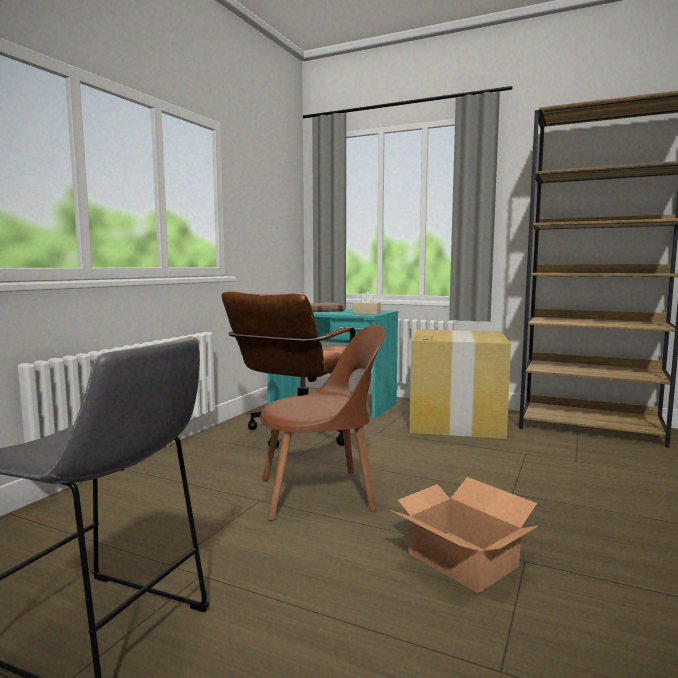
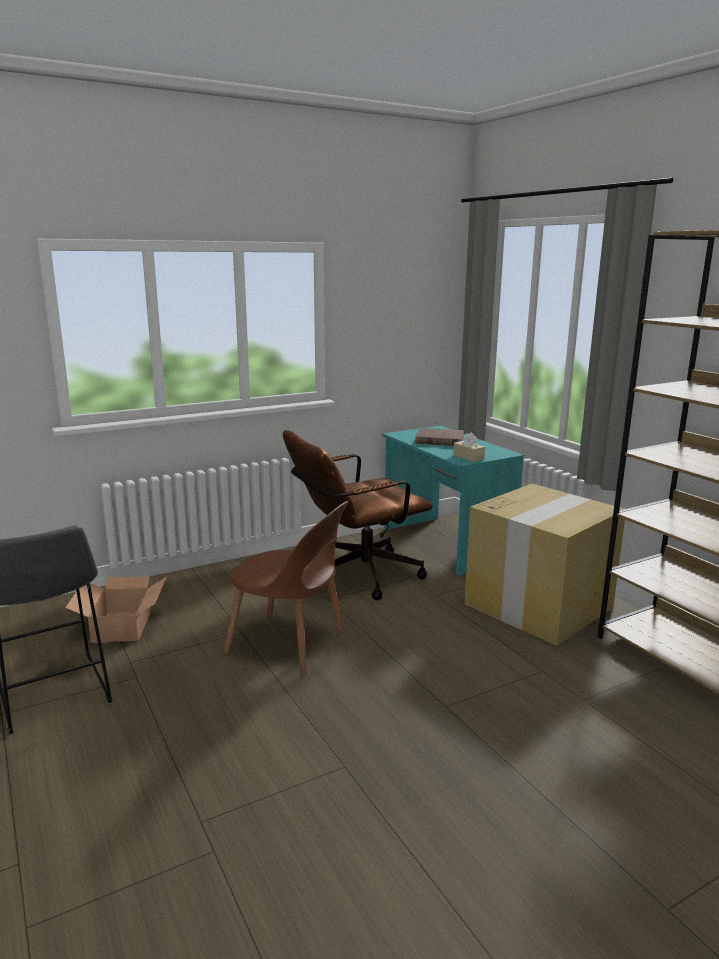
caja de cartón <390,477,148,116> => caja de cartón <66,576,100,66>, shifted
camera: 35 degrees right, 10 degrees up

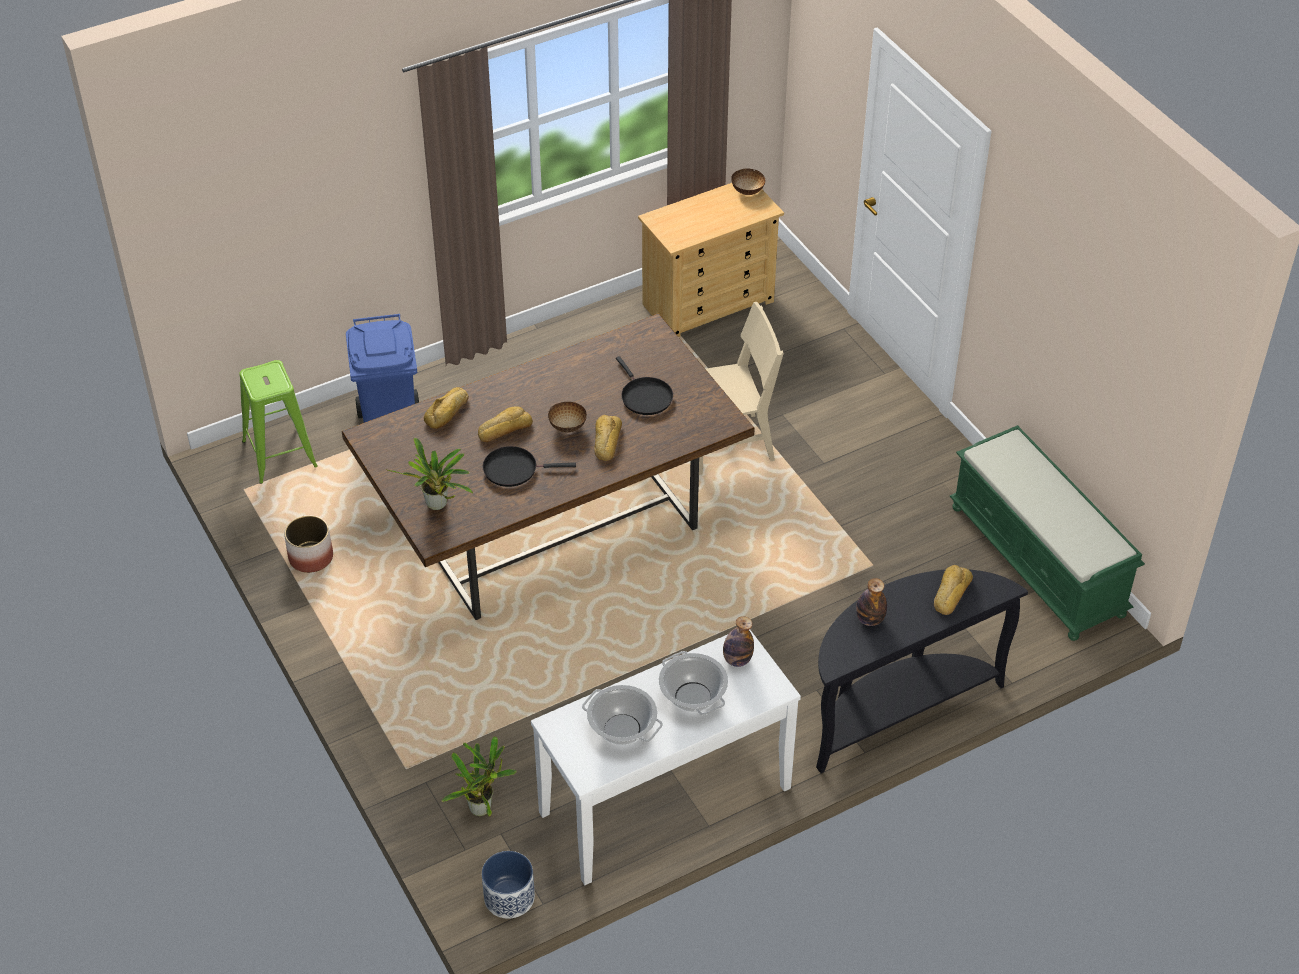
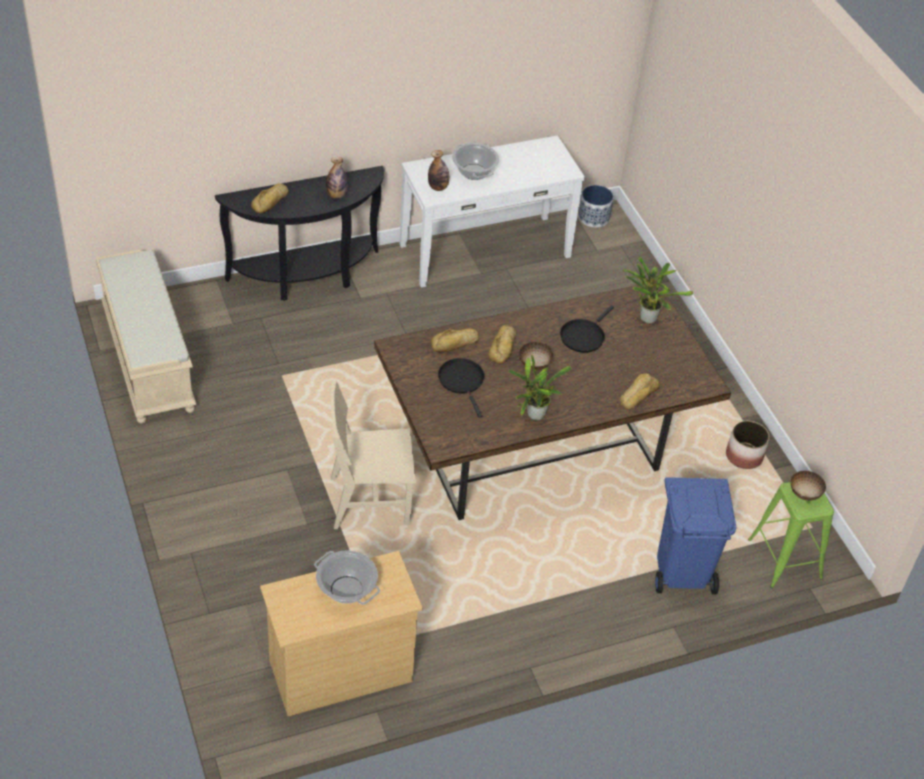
banco [verde] <950,425,195,216> => banco [beis] <95,249,101,175>
olla <582,685,81,60> => olla <314,550,66,55>, shifted
pan <478,407,55,35> => pan <431,328,48,24>, shifted
planta en maceta <442,736,75,81> => planta en maceta <508,355,64,65>, shifted
sartén [negro] <483,446,93,41> => sartén [negro] <560,305,54,48>, 120 degrees clockwise
cuenco <731,168,34,27> => cuenco <791,471,35,30>, shifted
camera: 175 degrees left, 0 degrees up

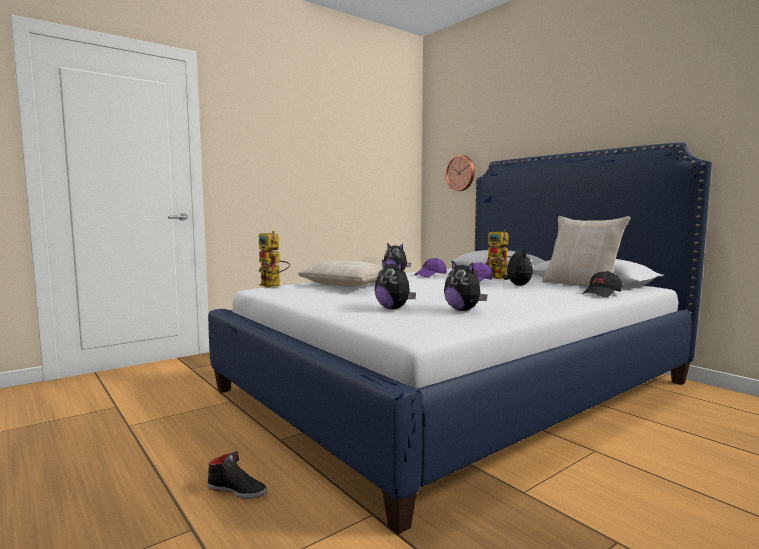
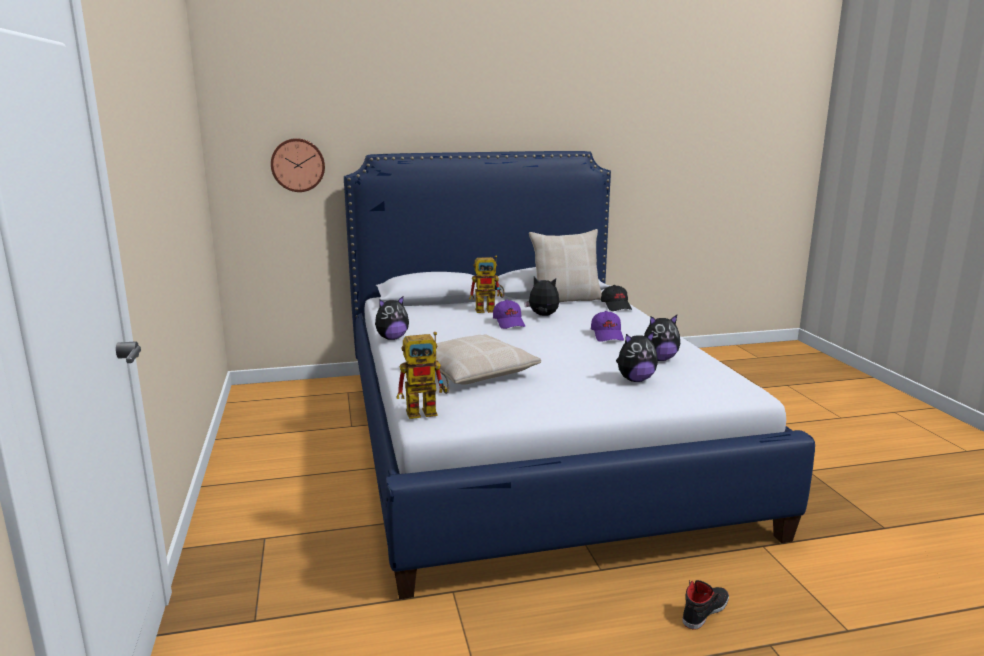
gorra [morado] <414,258,33,19> => gorra [morado] <591,311,33,31>, shifted
camera: 65 degrees left, 10 degrees up

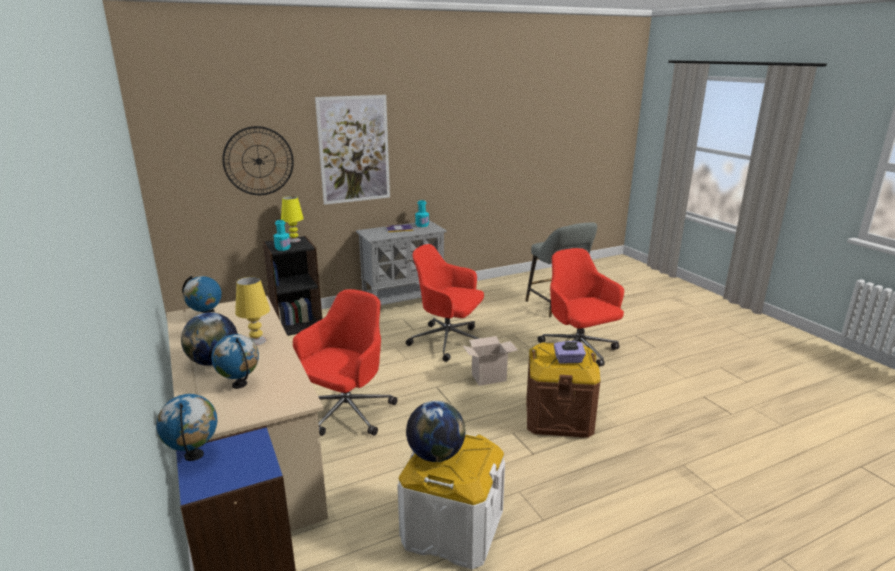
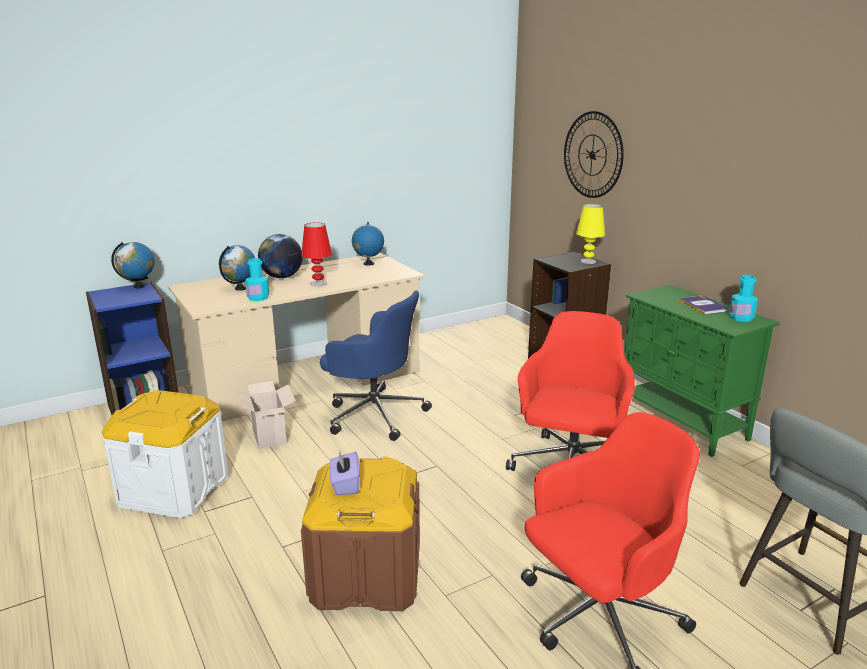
caja de cartón <463,336,55,50> => caja de cartón <237,381,59,68>, shifted
botella [turquesa] <274,220,17,31> => botella [turquesa] <245,258,24,43>, shifted
lámpara de mesa [amarillo] <235,277,35,68> => lámpara de mesa [rojo] <301,222,31,65>
silla de oficina [rojo] <293,289,105,147> => silla de oficina [azul] <320,291,112,150>
armario [gris] <356,221,91,84> => armario [verde] <624,285,156,172>
cuadro <315,95,75,110> => nothing
globo terráqueo <406,401,60,61> => nothing
camera: 85 degrees right, 0 degrees up

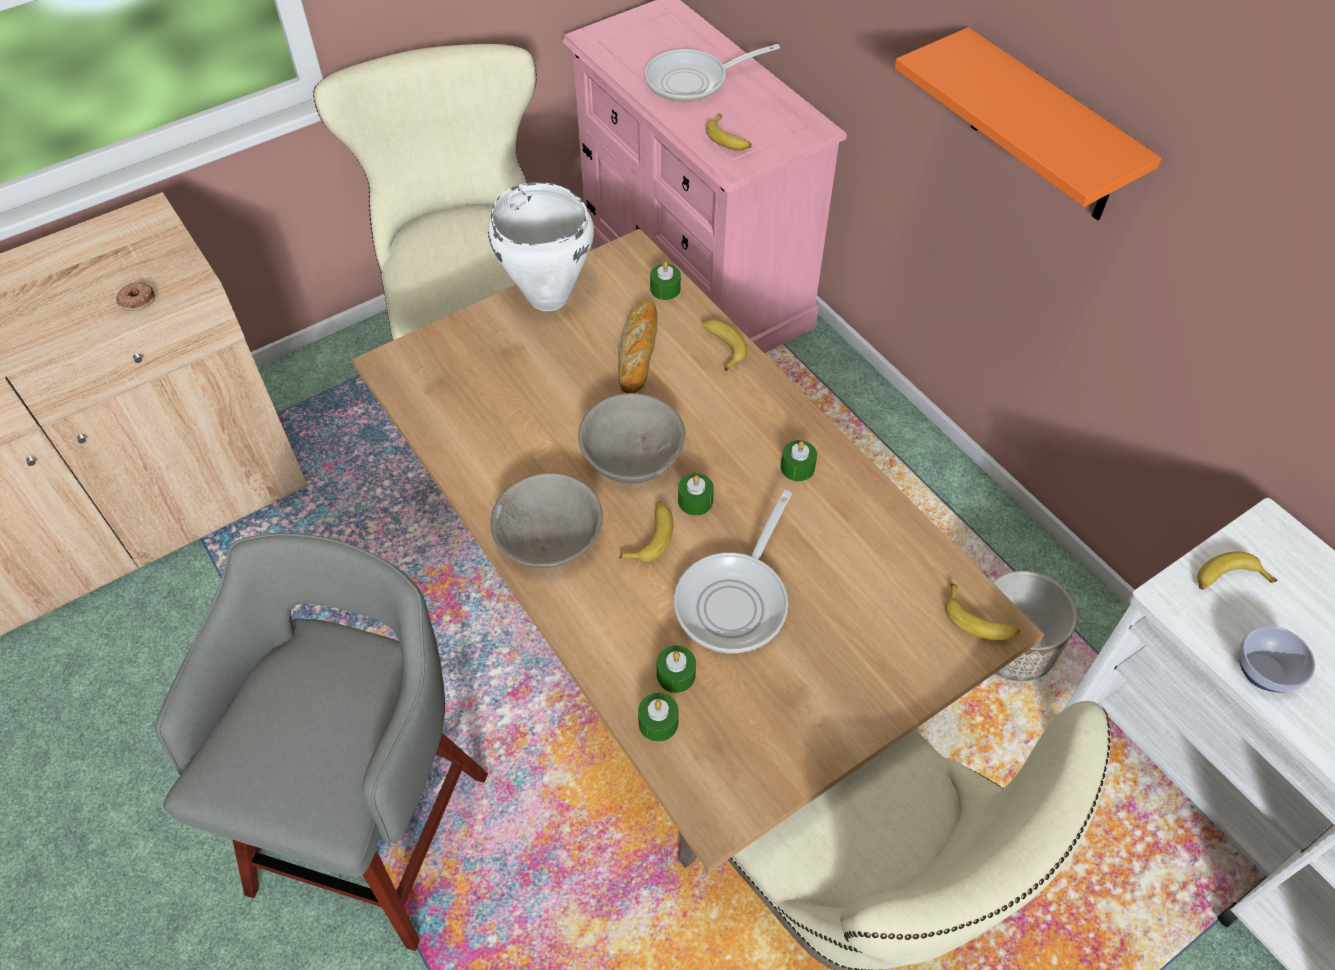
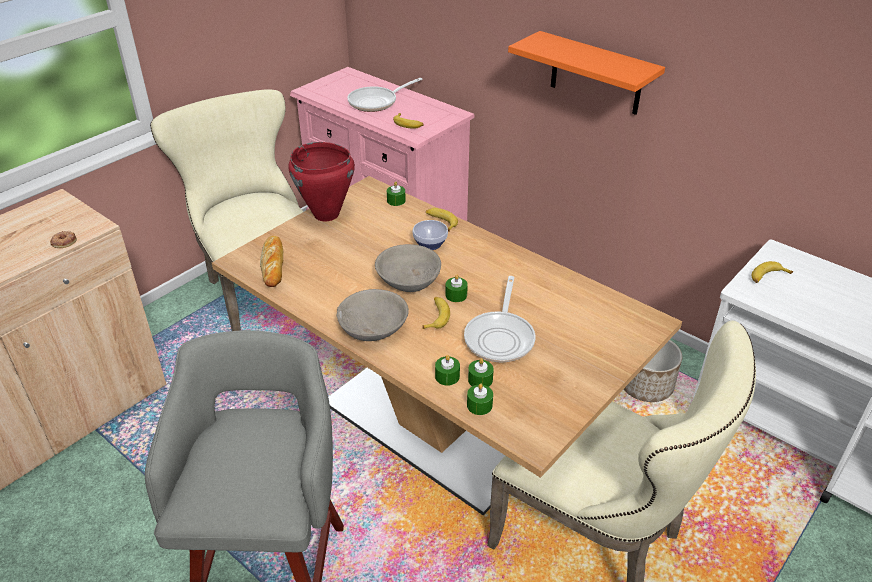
pan <618,299,39,94> => pan <260,236,23,51>, shifted
olla [blanco] <488,182,106,129> => olla [rojo] <289,142,66,79>
cuenco <1238,625,77,67> => cuenco <412,220,36,30>, shifted
vela [verde] <781,440,36,41> => vela [verde] <435,355,25,31>, shifted
plátano <945,583,75,58> => nothing
camera: 15 degrees left, 15 degrees down

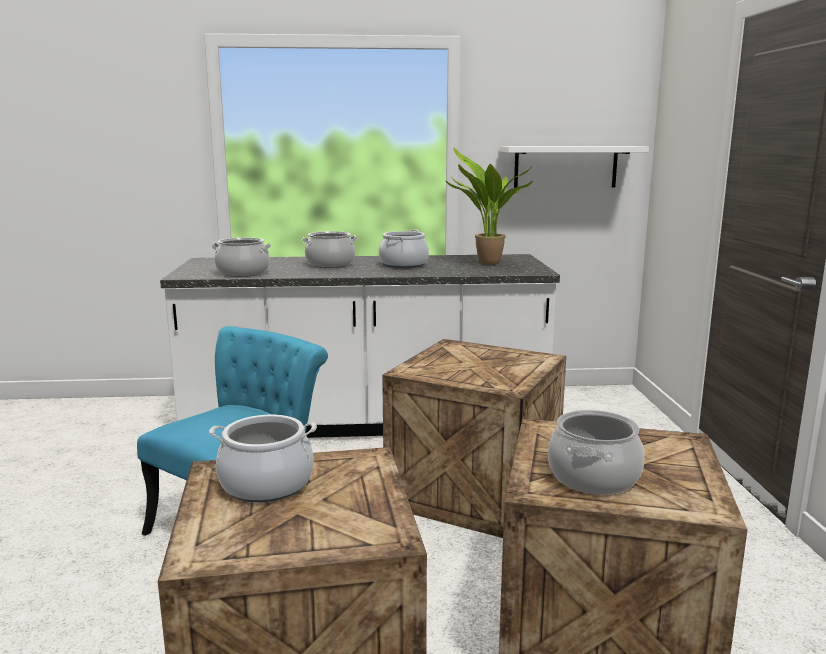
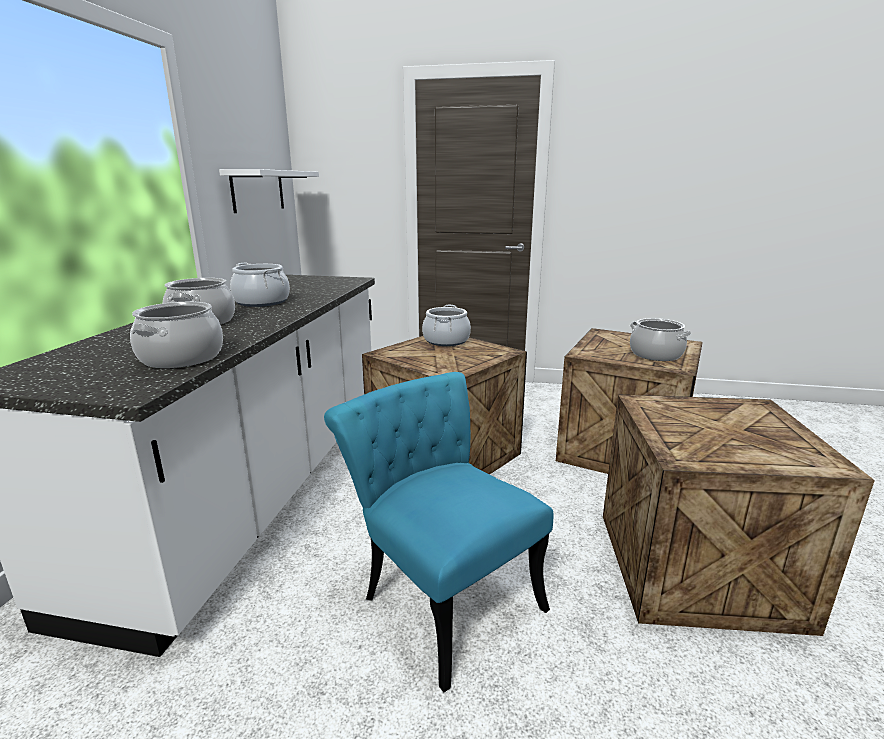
olla <209,415,108,87> => olla <422,305,49,41>, shifted
planta en maceta <446,148,87,117> => nothing
camera: 75 degrees left, 5 degrees up

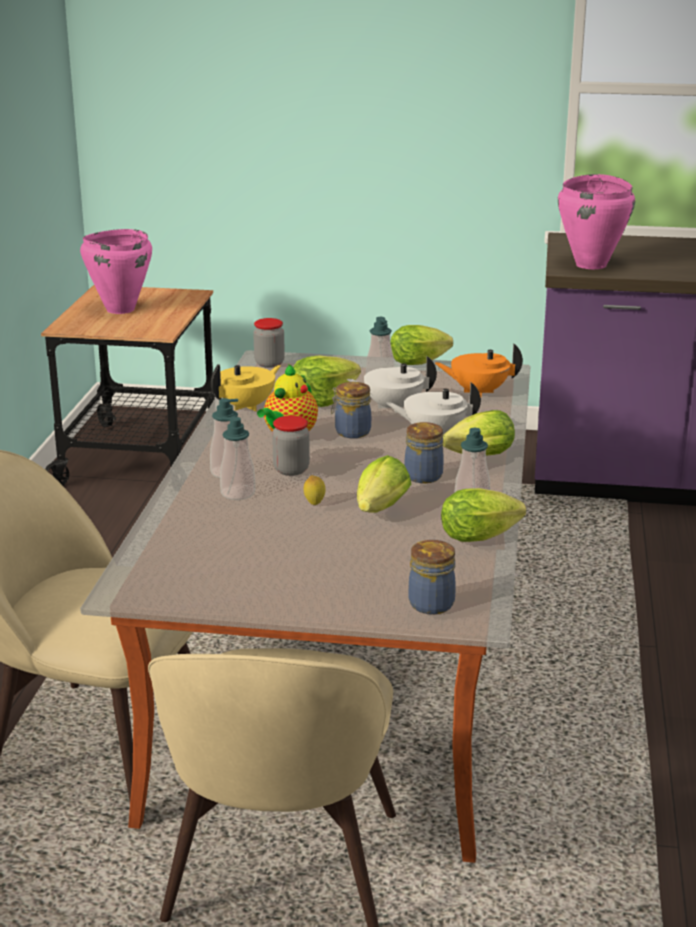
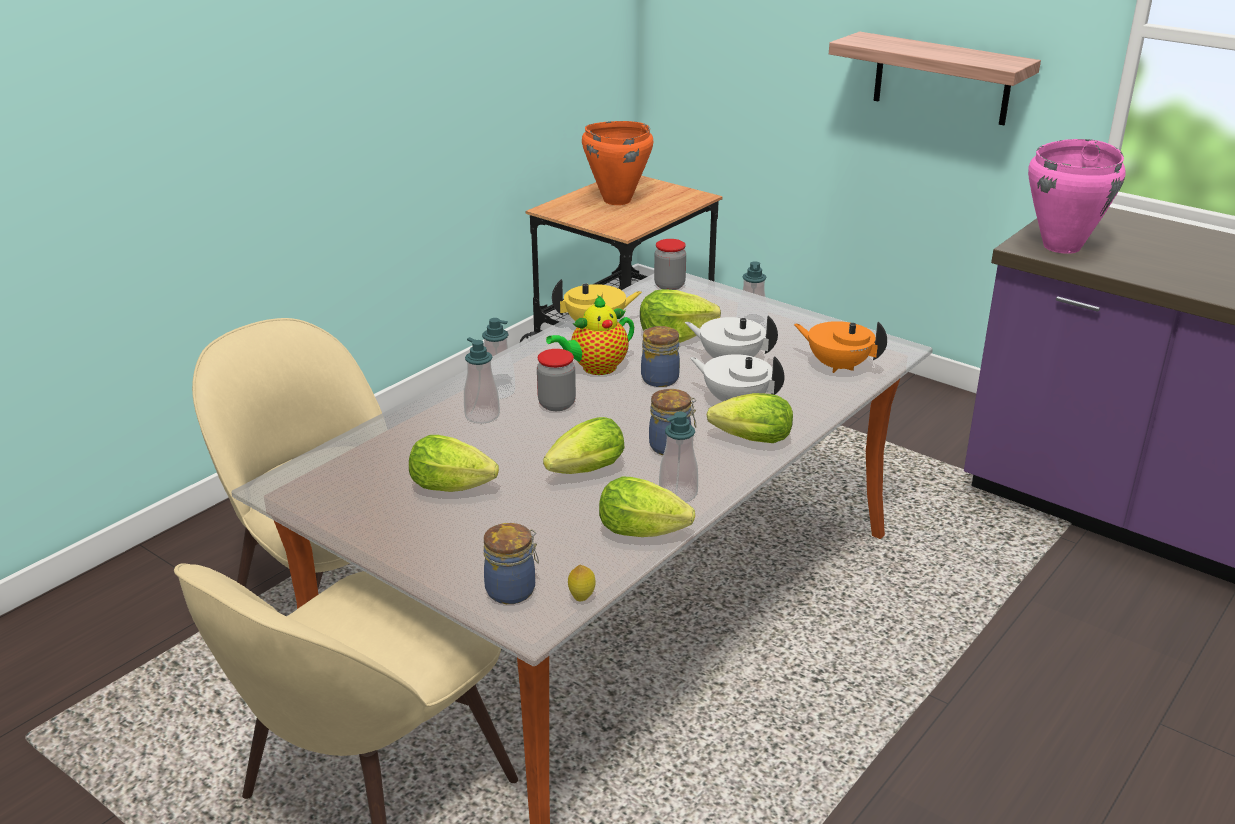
lechuga <390,325,63,40> => lechuga <409,435,90,57>, shifted
limón <304,475,22,30> => limón <568,565,28,36>, shifted
olla [rosa] <80,229,72,85> => olla [naranja] <582,121,71,84>
nothing => estante <829,32,212,93>
camera: 30 degrees right, 5 degrees up

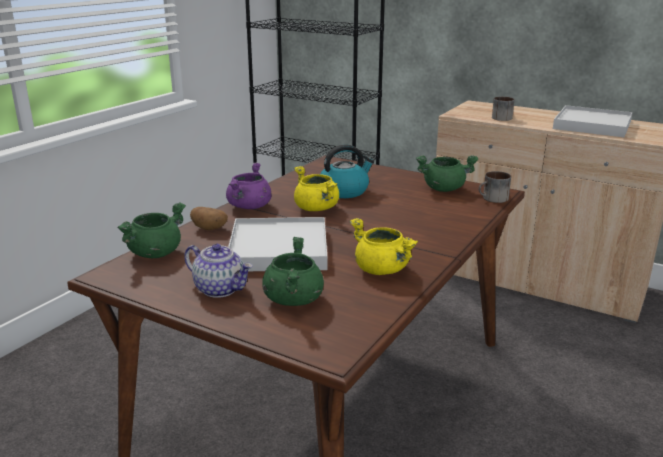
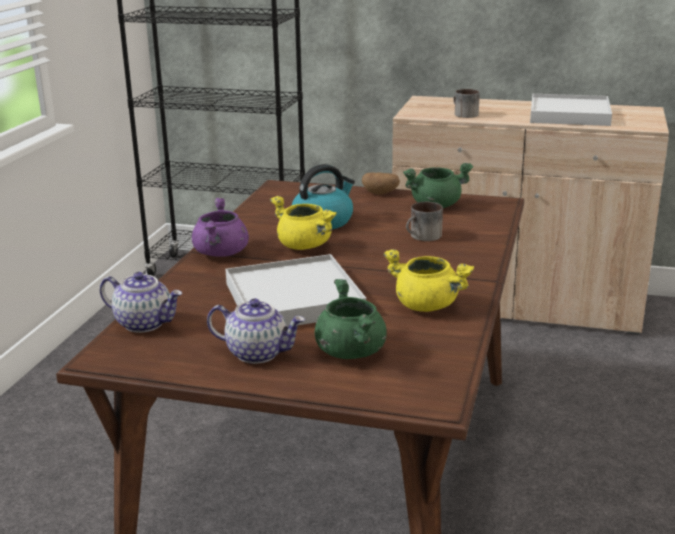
olla [verde] <118,203,68,55> => tetera <100,272,82,61>
patata <190,207,38,23> => patata <362,173,38,22>, shifted
taza grande <479,171,32,32> => taza grande <406,202,37,39>, shifted
camera: 15 degrees left, 0 degrees up

